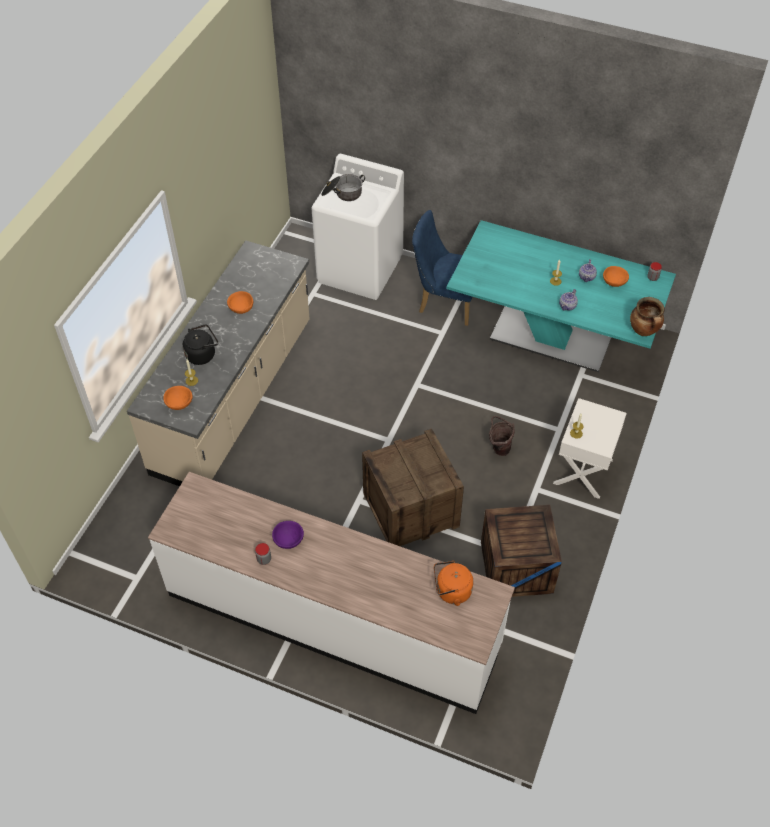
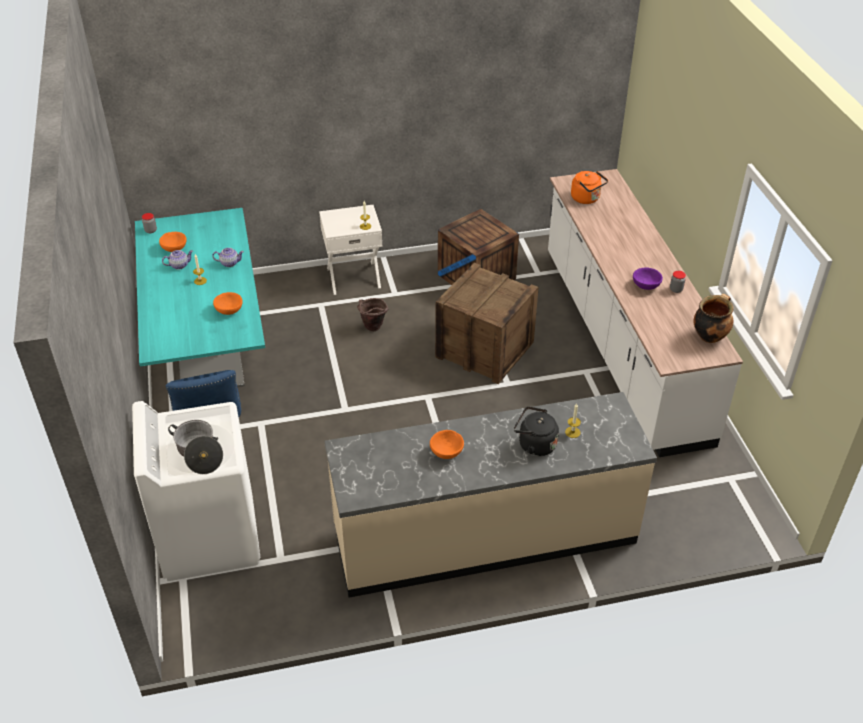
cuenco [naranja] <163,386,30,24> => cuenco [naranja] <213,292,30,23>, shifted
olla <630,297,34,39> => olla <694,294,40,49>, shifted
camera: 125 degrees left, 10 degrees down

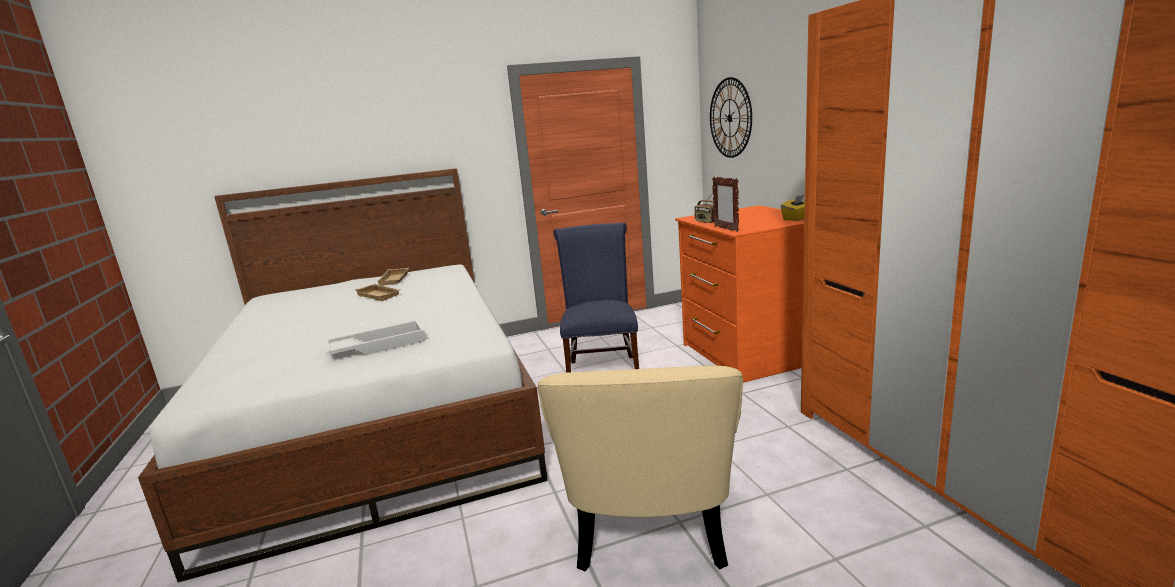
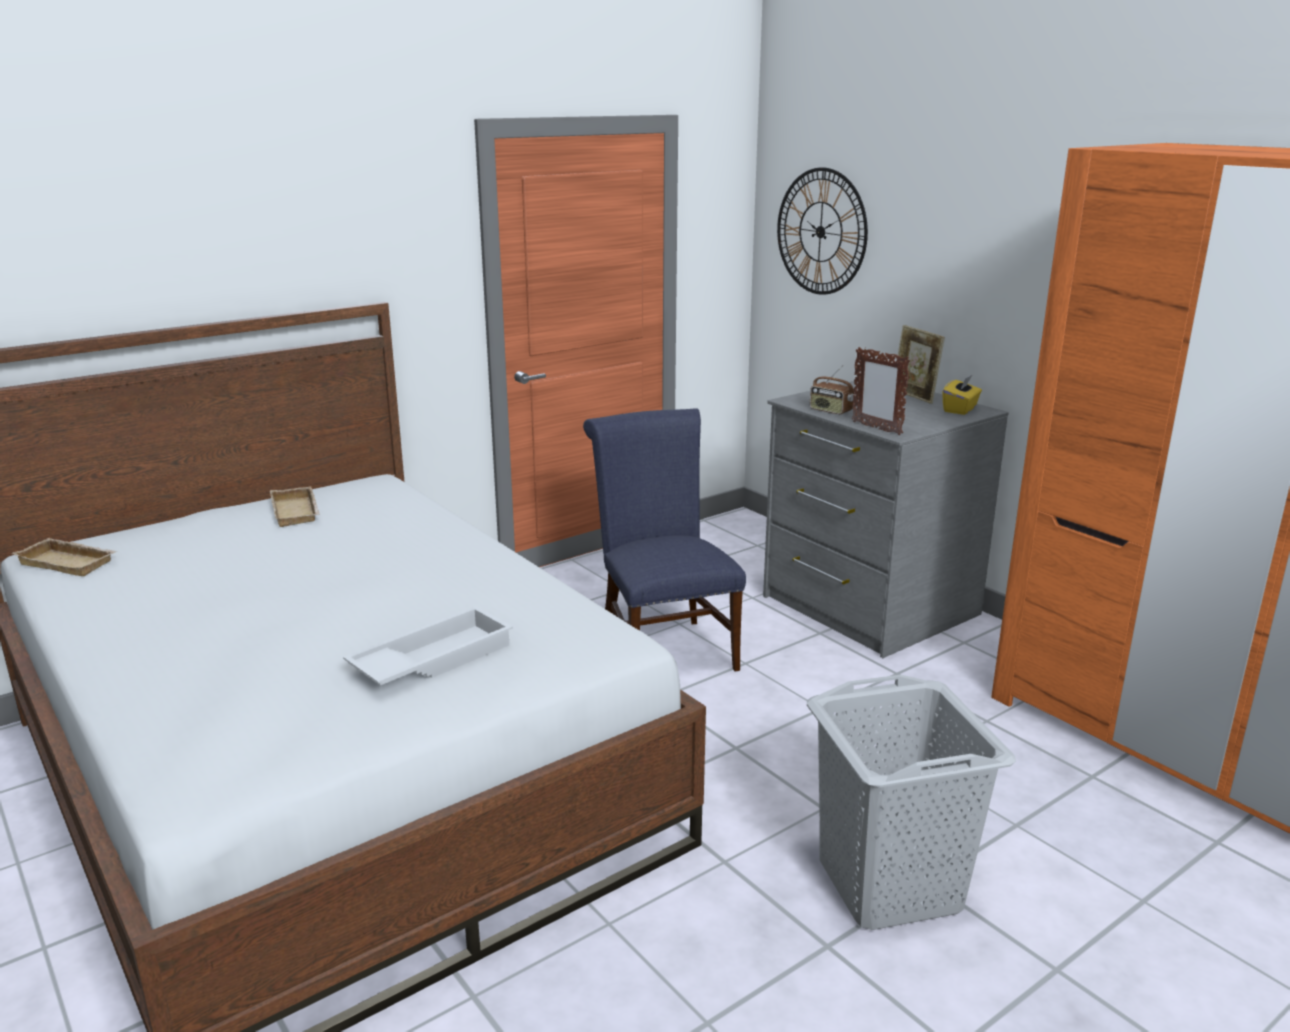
bandeja [beis] <354,284,47,17> => bandeja [beis] <12,538,106,38>, shifted
cómoda [naranja] <675,205,129,178> => cómoda [gris] <763,381,246,277>
sillón [beis] <537,365,206,207> => cesto de la ropa [gris] <807,675,209,255>
nothing => portarretratos <898,325,47,79>
camera: 20 degrees left, 5 degrees up

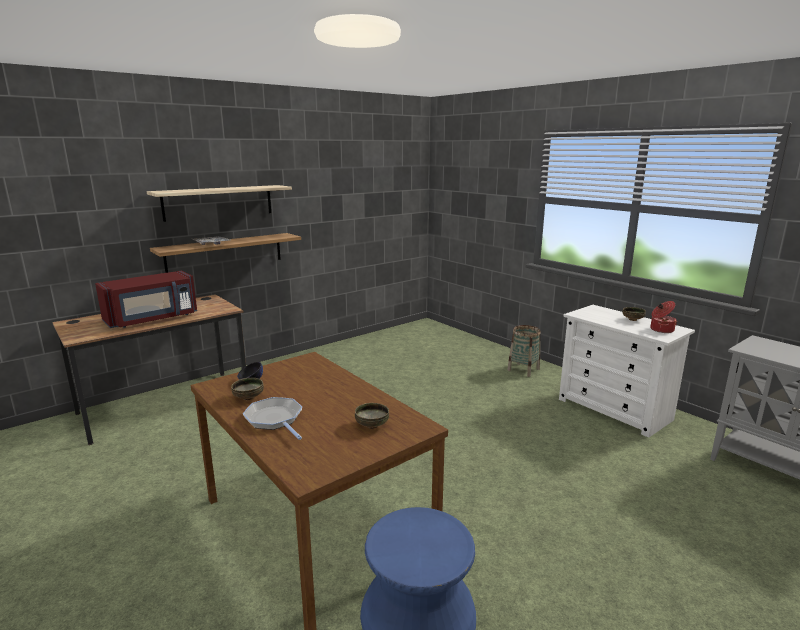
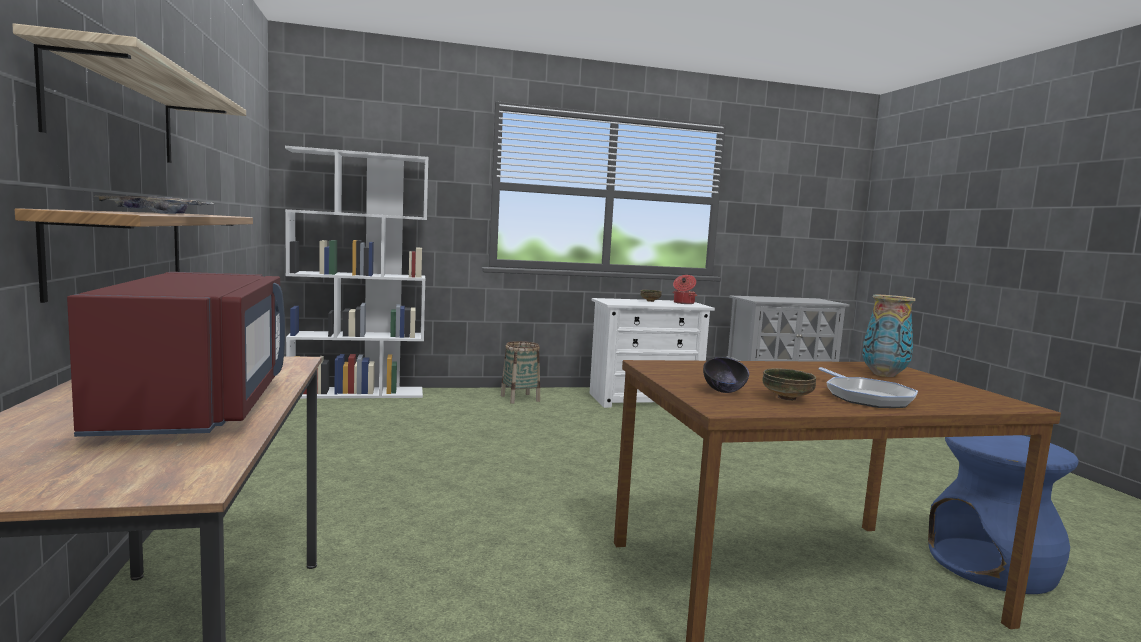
nothing => estantería [blanco] <285,146,144,253>
sartén <243,397,59,43> => sartén <818,367,100,41>, 90 degrees counterclockwise
cuenco <355,403,34,26> => florero <862,295,54,82>
camera: 65 degrees left, 10 degrees down

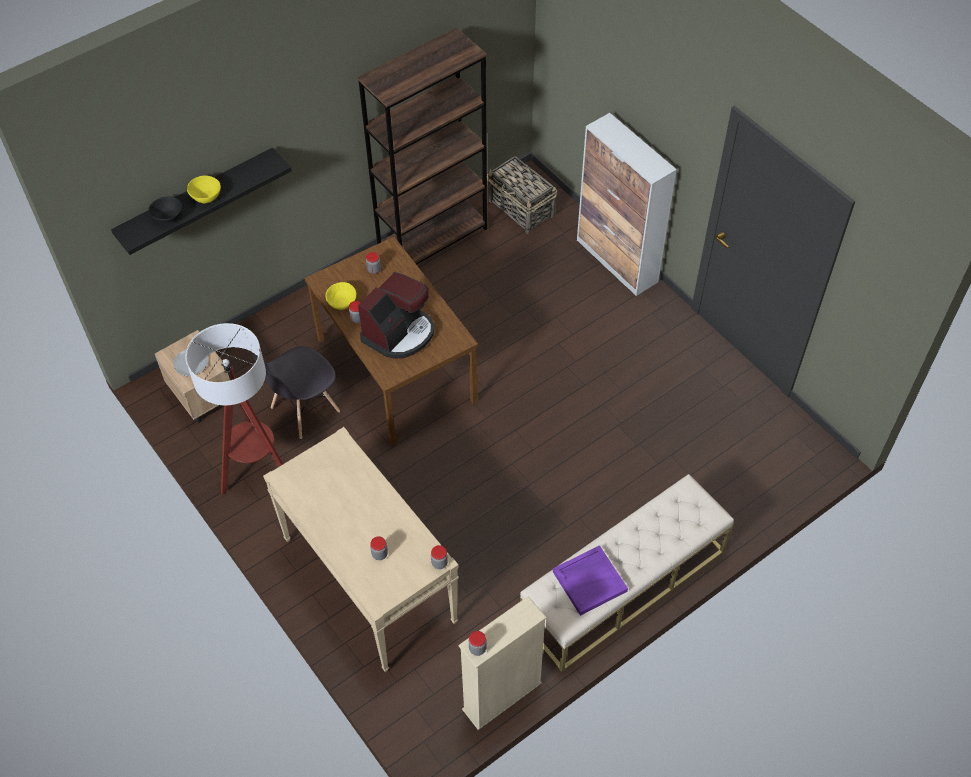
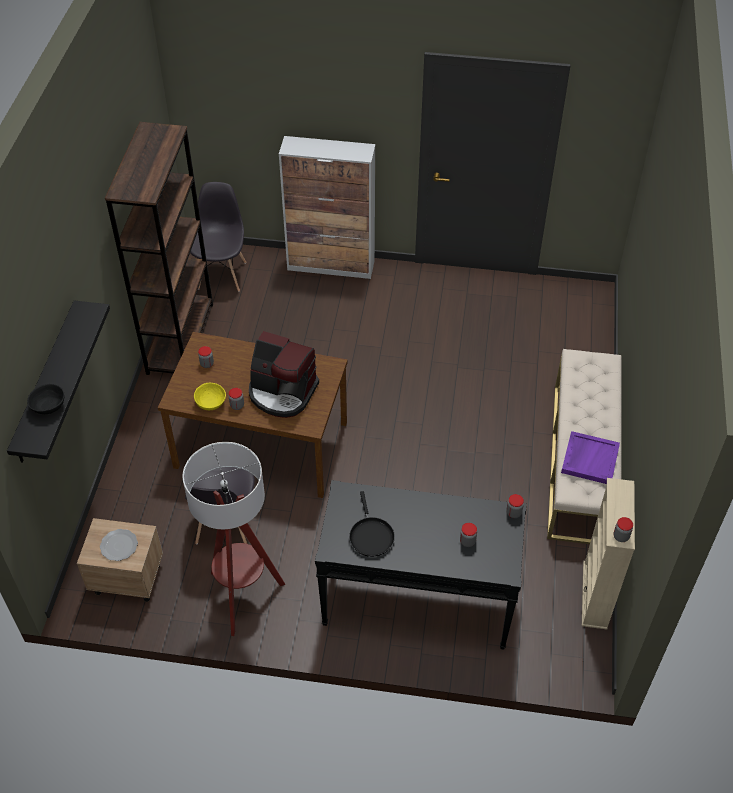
cesta <487,156,70,78> => silla [gris] <190,182,56,110>
cafetera <358,272,76,87> => cafetera <249,331,70,87>, 120 degrees clockwise
mesa consola [beis] <263,427,196,245> => mesa consola [negro] <315,480,212,170>
nothing => sartén [negro] <349,491,46,66>
cuenco [amarillo] <187,176,34,27> => nothing
camera: 45 degrees left, 5 degrees down

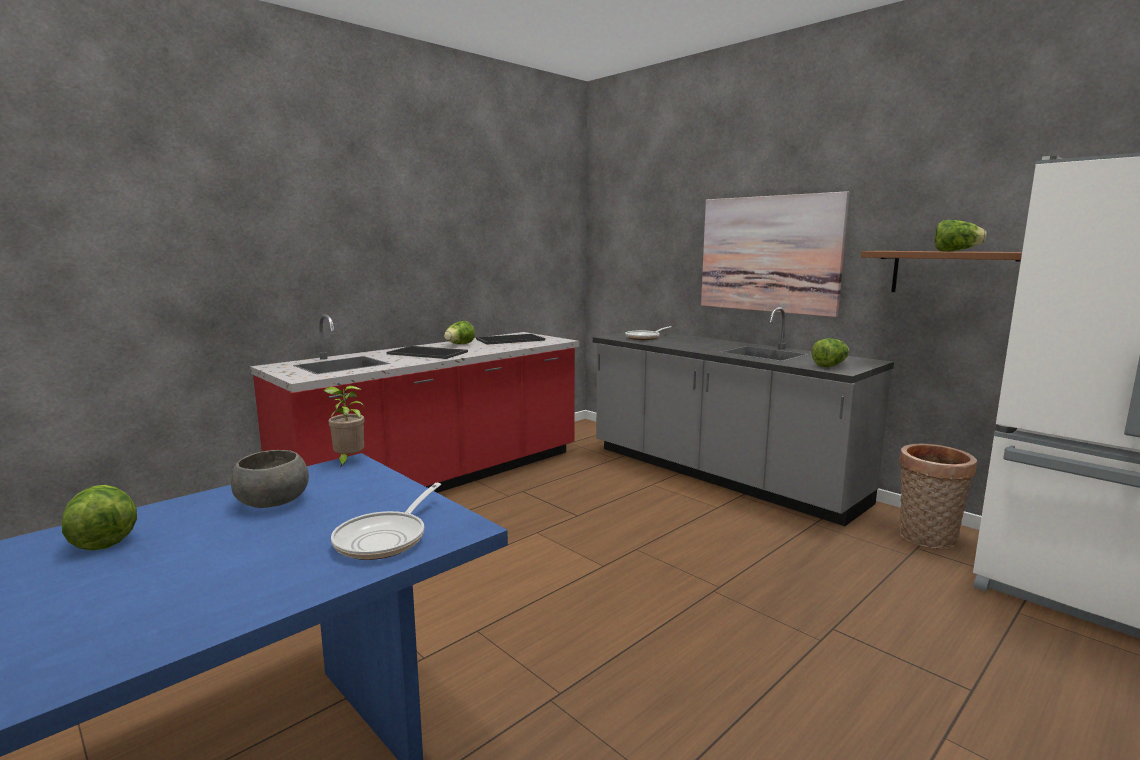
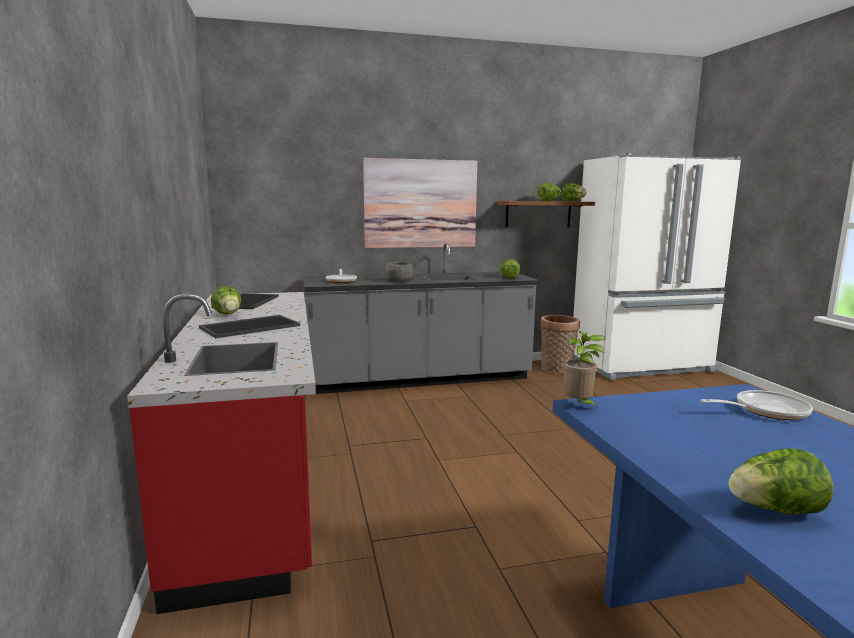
cuenco [gris] <231,450,78,58> => cuenco [gris] <385,262,29,20>, shifted
nothing => lechuga <562,183,25,18>
sartén <331,483,110,77> => sartén <700,390,113,30>, 60 degrees counterclockwise
camera: 60 degrees left, 0 degrees up

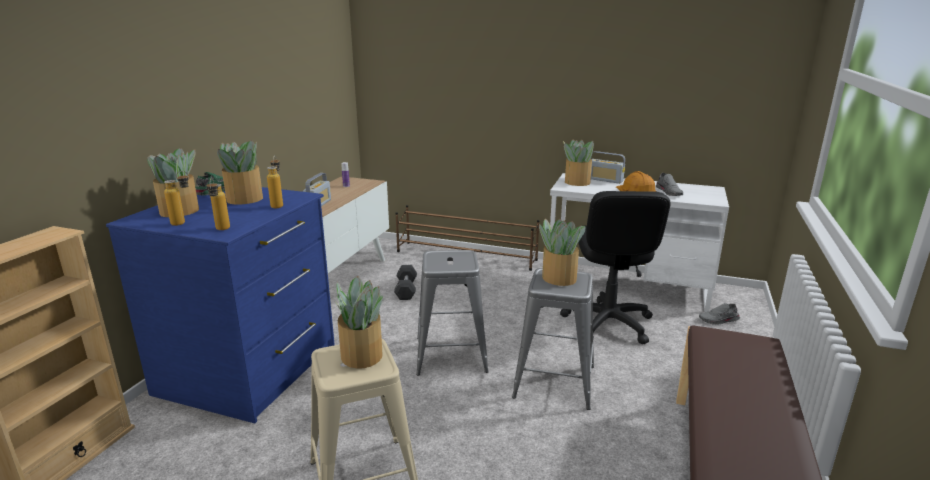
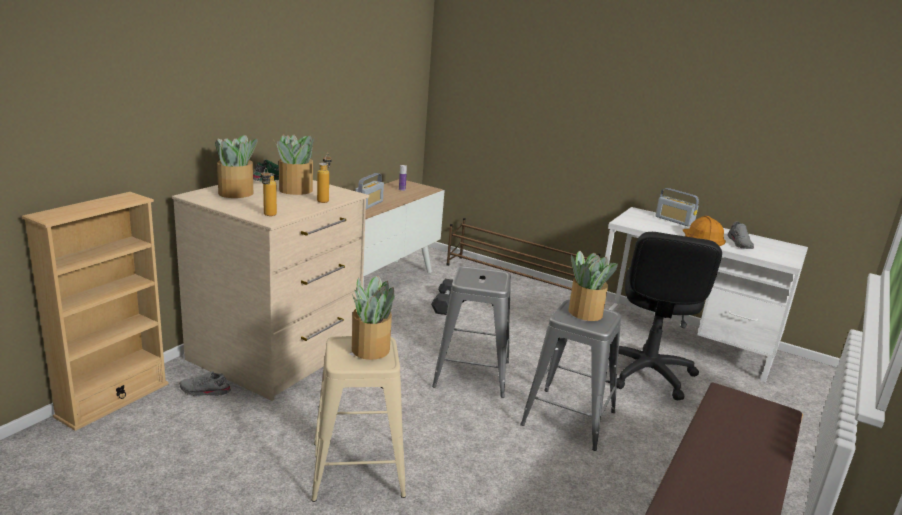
cómoda [azul] <106,187,229,236> => cómoda [beis] <172,180,197,221>
zapato [gris] <699,303,41,22> => zapato [gris] <179,371,52,25>, shifted
botella <164,171,25,55> => nothing
planta en maceta <563,139,31,47> => nothing
camera: 10 degrees right, 0 degrees up

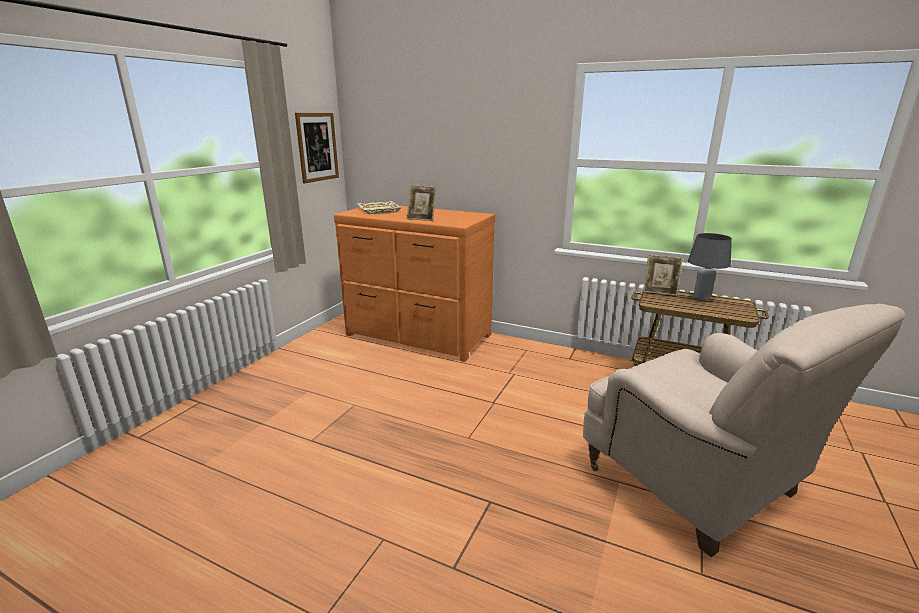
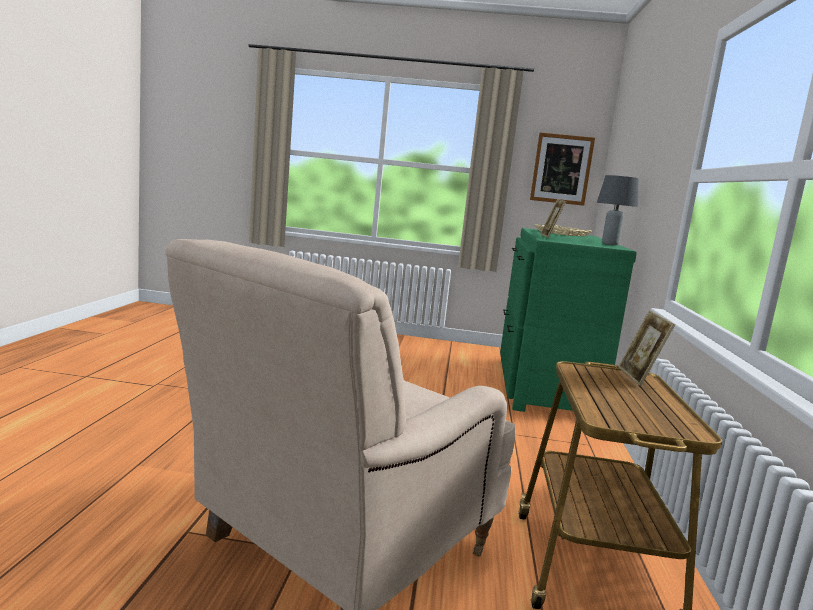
cómoda [naranja] <334,204,161,158> => cómoda [verde] <500,228,137,184>
lámpara de mesa [gris] <688,233,44,69> => lámpara de mesa [gris] <597,175,41,70>, shifted
camera: 70 degrees right, 10 degrees down

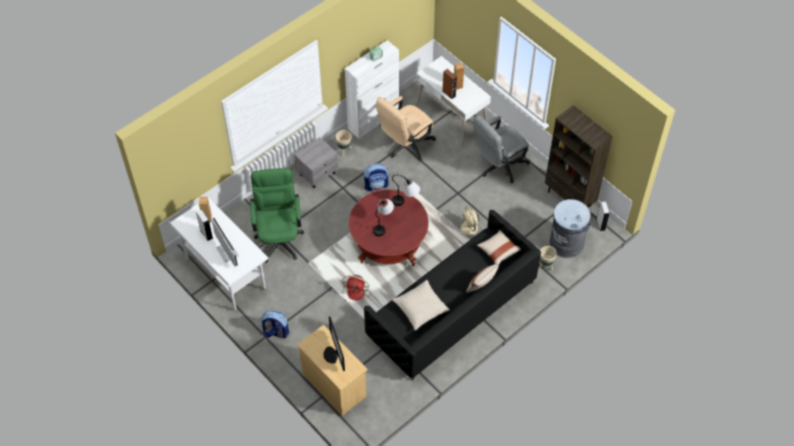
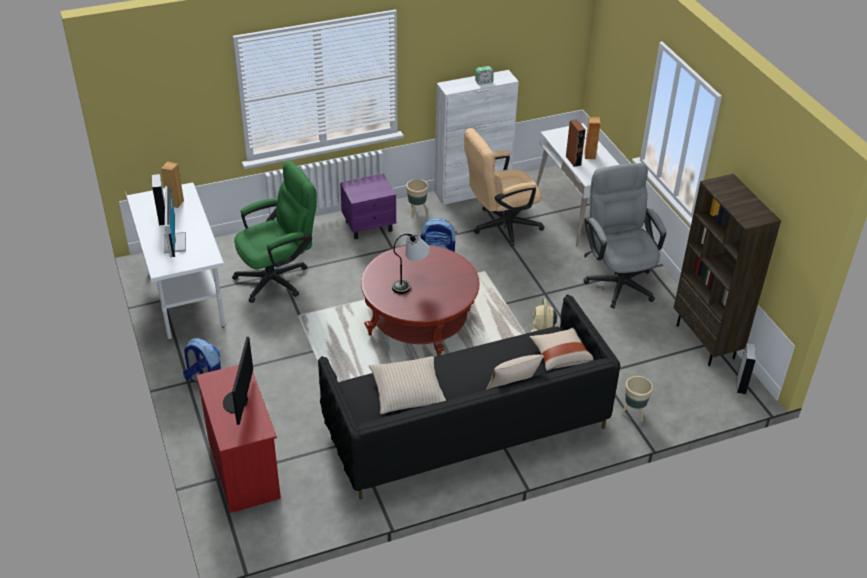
cómoda [beis] <297,325,71,91> => cómoda [rojo] <196,365,85,148>
silla de oficina [verde] <250,168,54,95> => silla de oficina [verde] <232,161,85,142>, 45 degrees clockwise
mesita de noche [gris] <294,137,44,51> => mesita de noche [morado] <340,174,56,65>
silla de oficina [gris] <473,115,57,68> => silla de oficina [gris] <584,163,82,146>, 90 degrees clockwise
ventilador [rojo] <342,275,28,27> => nothing
lámpara de mesa <392,175,28,31> => nothing
papelera [gris] <550,199,41,59> => nothing
camera: 20 degrees right, 15 degrees down

